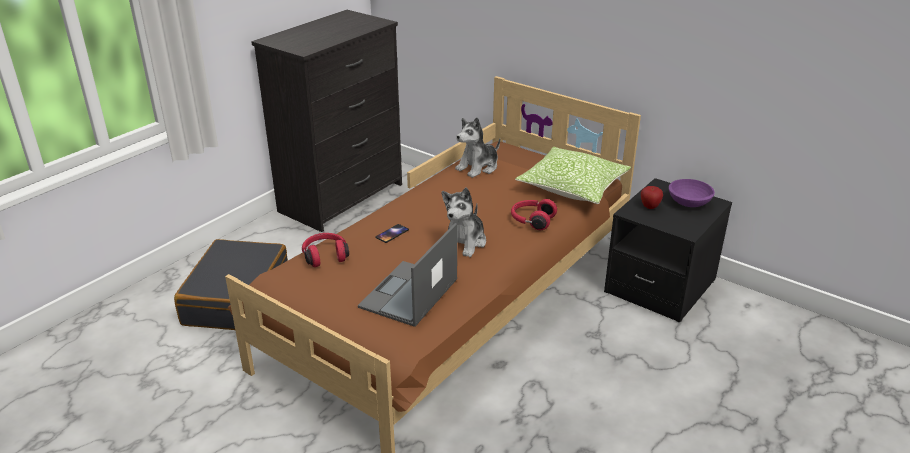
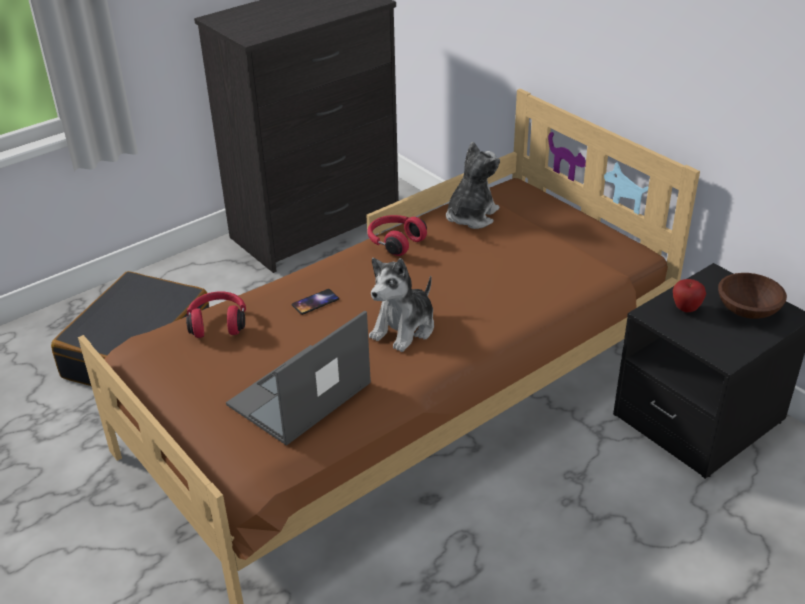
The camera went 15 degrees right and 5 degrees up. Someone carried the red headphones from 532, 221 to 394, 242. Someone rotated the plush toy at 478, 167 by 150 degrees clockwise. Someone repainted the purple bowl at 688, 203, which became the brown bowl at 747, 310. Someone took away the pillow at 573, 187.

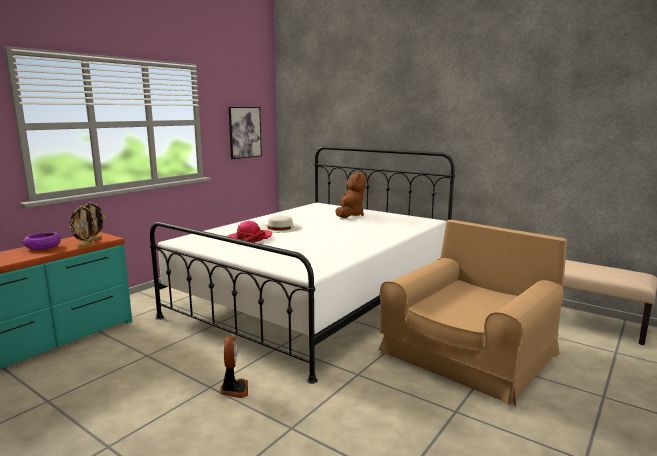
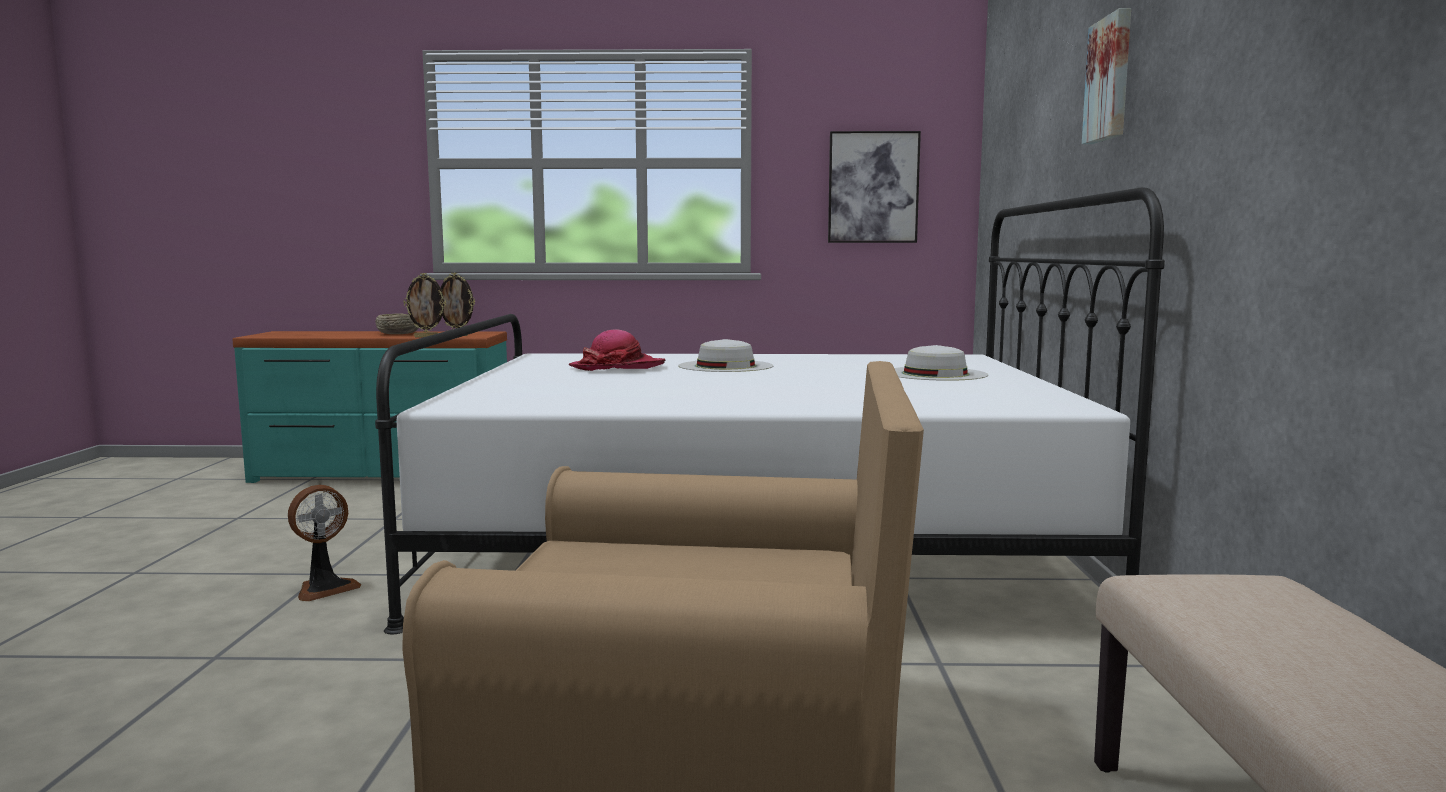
The camera went 55 degrees right and 5 degrees down. Someone repainted the purple bowl at 43, 248, which became the beige bowl at 398, 333. Someone swapped the brown plush toy at 350, 215 for the white hat at 935, 374. Someone put up the picture at 1111, 79.

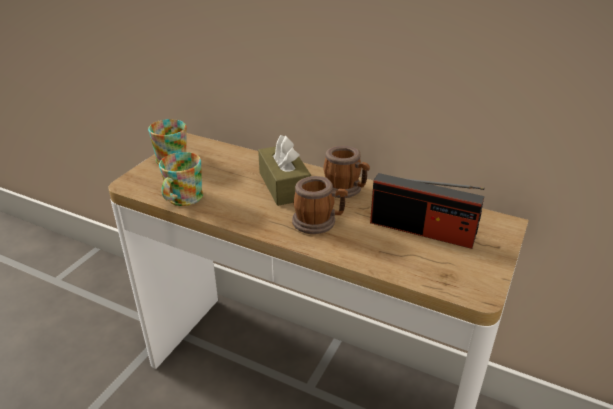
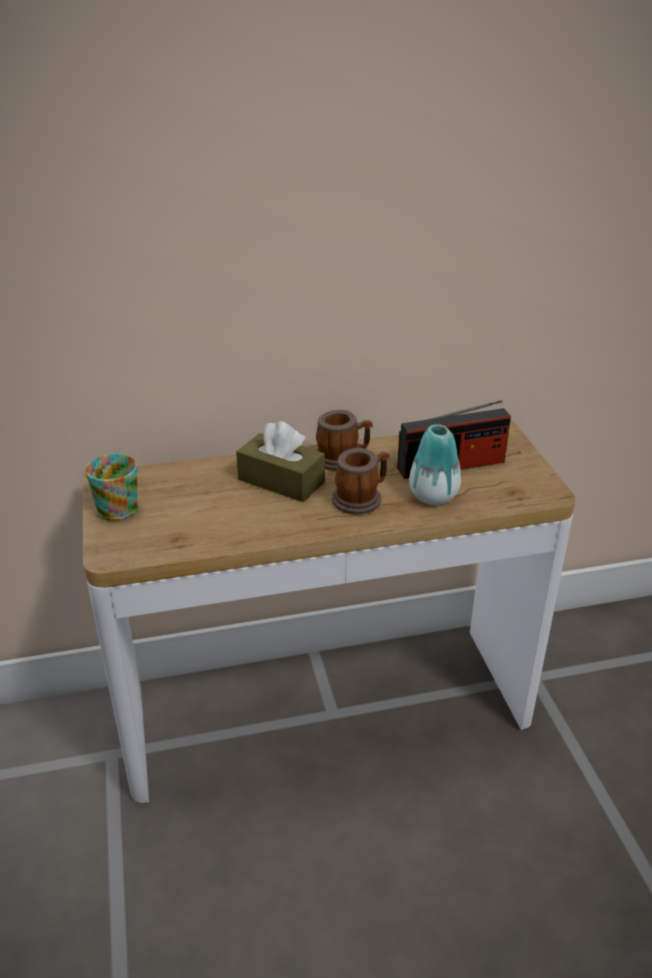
The camera went 40 degrees left and 0 degrees up. Someone put down the vase at 433, 496. Someone took away the mug at 182, 199.

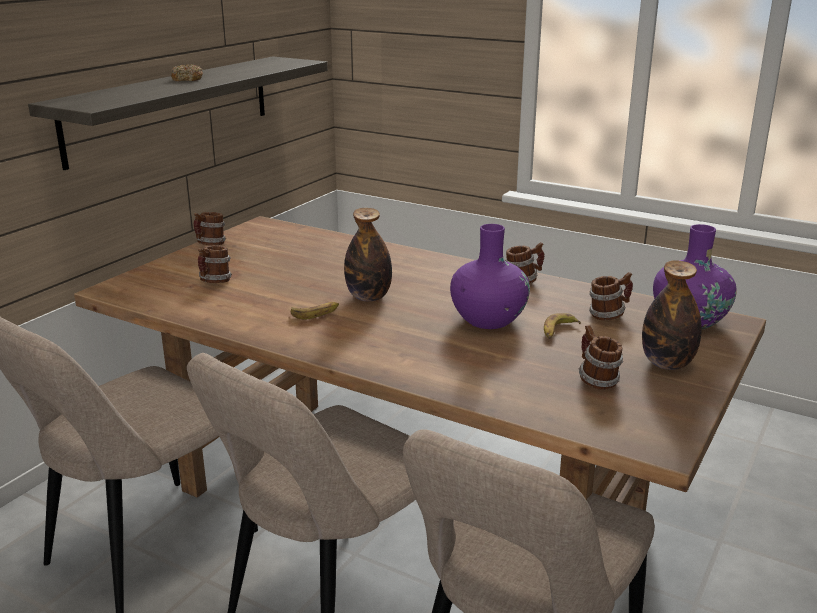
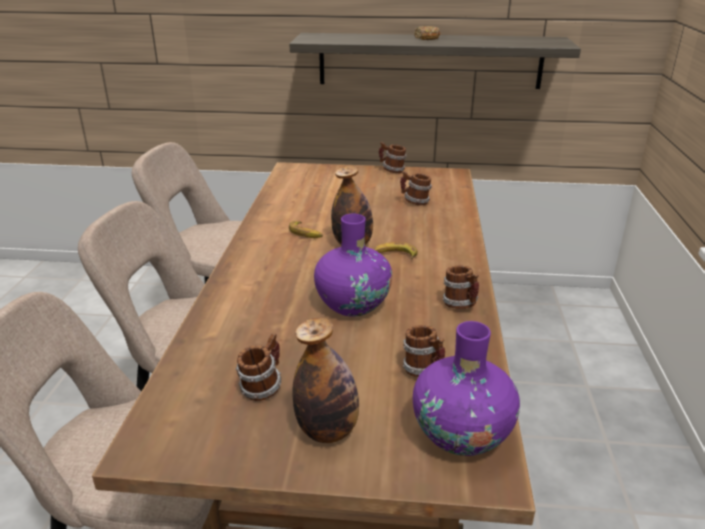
The camera went 65 degrees right and 5 degrees up. Someone carried the banana from 558, 331 to 395, 255. Someone carried the mug from 214, 282 to 415, 202.

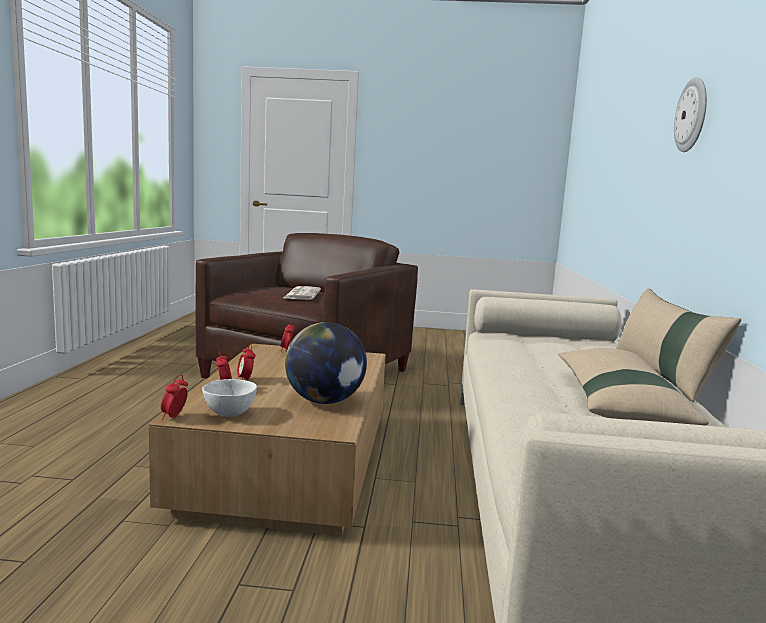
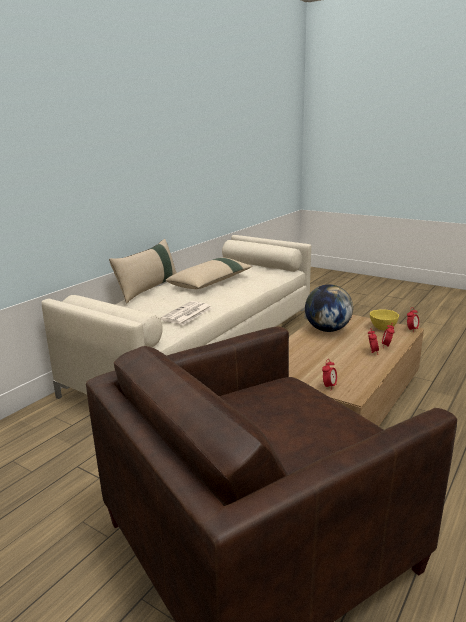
The camera went 150 degrees left and 10 degrees up. Someone carried the newspaper from 302, 294 to 186, 314. Someone repainted the white bowl at 229, 414, which became the yellow bowl at 383, 328. Someone took away the wall clock at 692, 115.

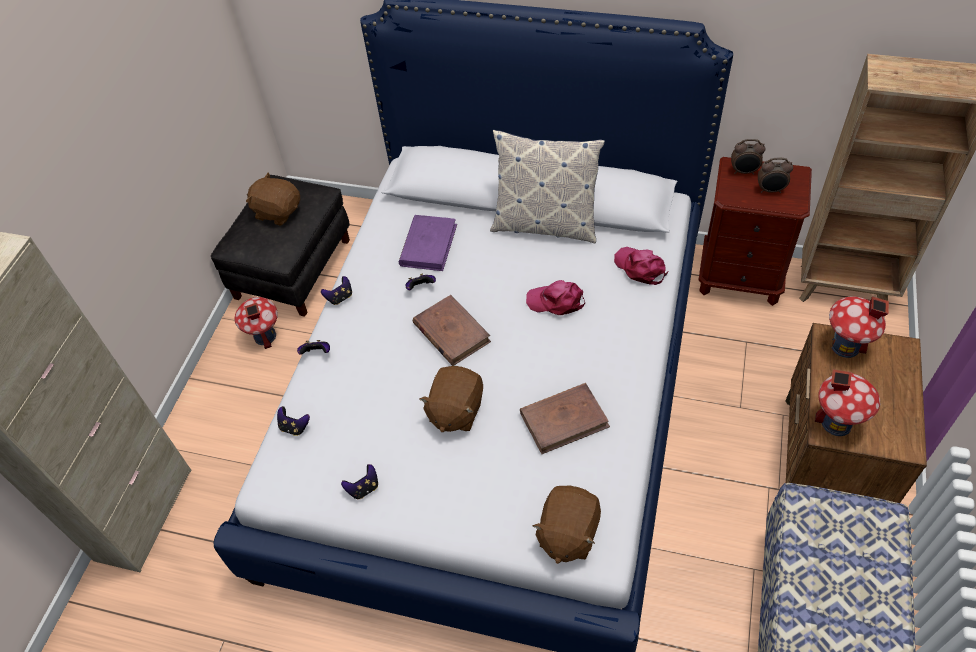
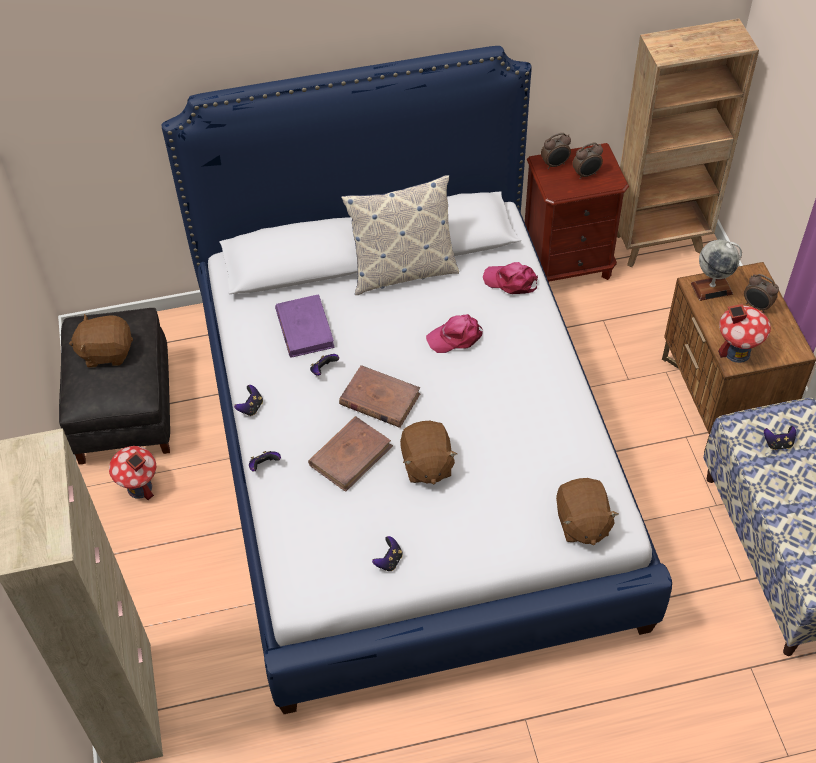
The camera went 30 degrees left and 0 degrees up. Someone carried the brown book from 564, 420 to 351, 455. Someone swapped the toy house at 845, 346 for the globe at 712, 288. Someone put down the alarm clock at 756, 306. Someone carried the game controller from 294, 427 to 778, 443.

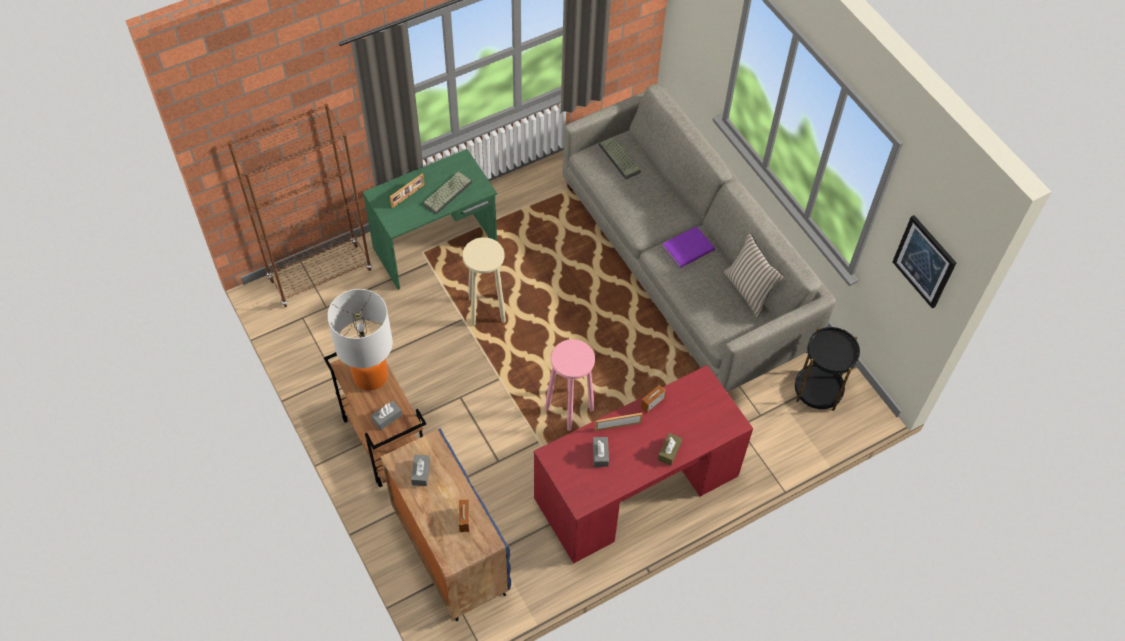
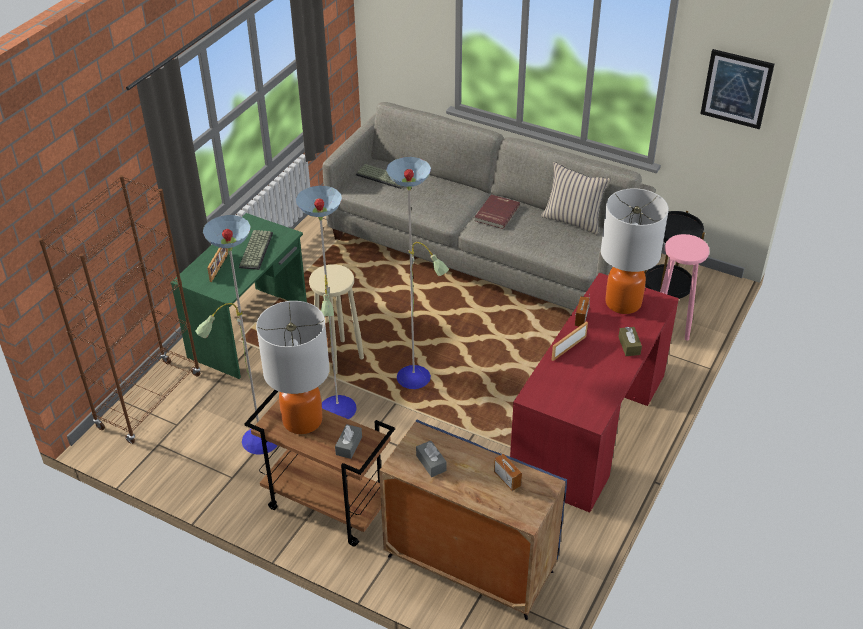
The camera went 30 degrees left and 15 degrees down. Someone put down the floor lamp at 339, 410. Someone repainted the purple book at 687, 248, which became the red book at 496, 213. Someone put down the table lamp at 623, 303. Someone carried the pink stool from 570, 409 to 672, 325. Someone took away the grey tissue box at 600, 454.

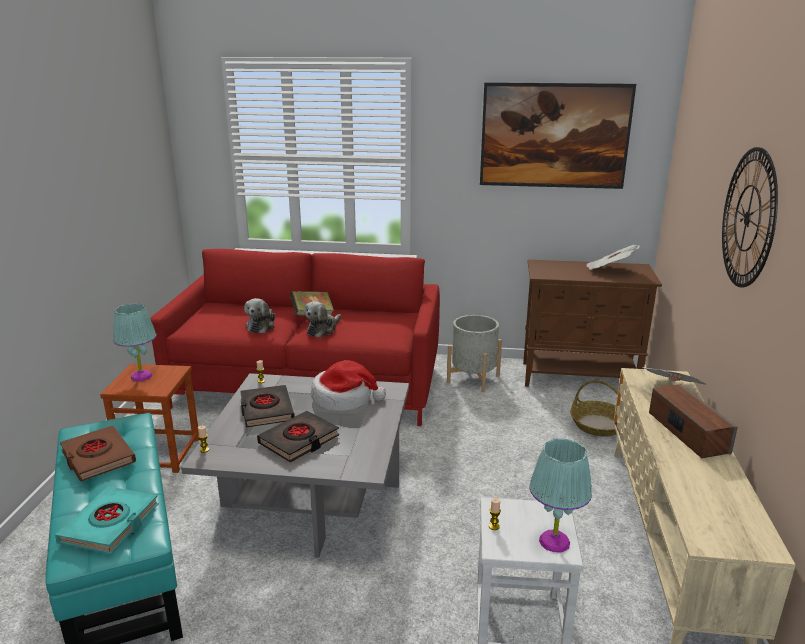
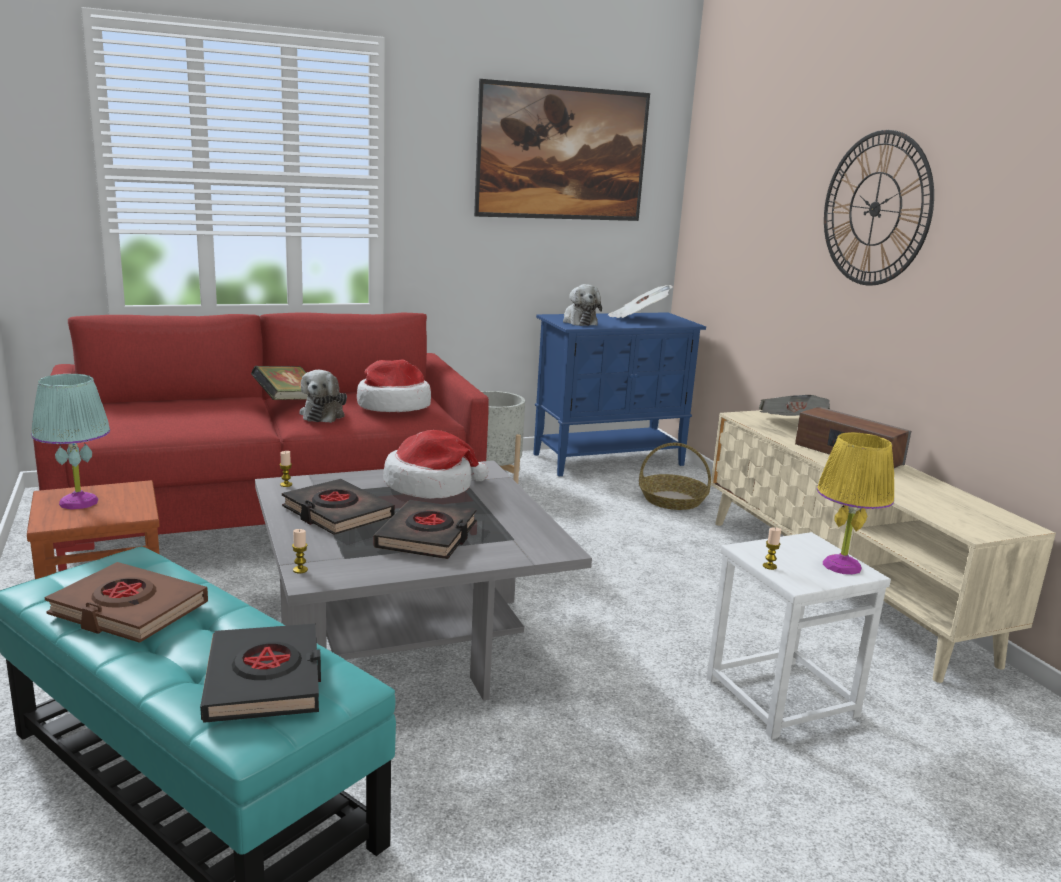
The camera went 30 degrees left and 5 degrees down. Someone repainted the turquoise book at 110, 524, which became the black book at 265, 680. Someone put down the hat at 393, 406. Someone repainted the brown cabinet at 580, 377, which became the blue cabinet at 609, 459. Someone carried the plush toy from 261, 326 to 579, 321. Someone repainted the turquoise table lamp at 554, 542, which became the yellow table lamp at 842, 566.

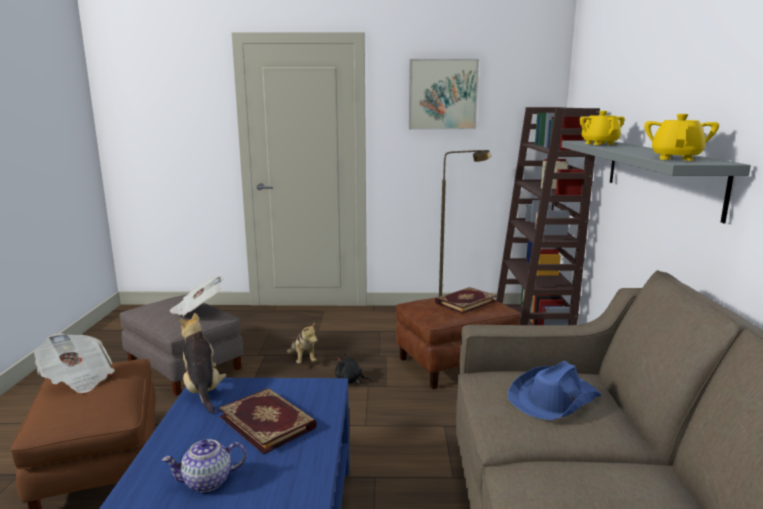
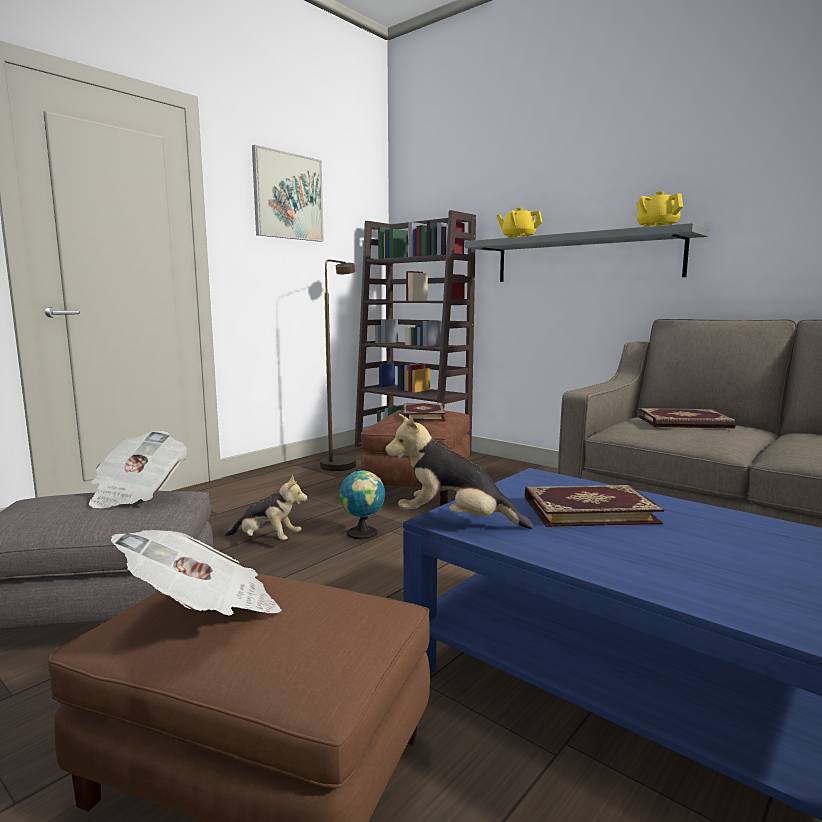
The camera went 50 degrees left and 5 degrees down. Someone swapped the black plush toy at 350, 380 for the globe at 363, 534. Someone swapped the blue hat at 553, 398 for the book at 684, 423. Someone took away the teapot at 208, 481.

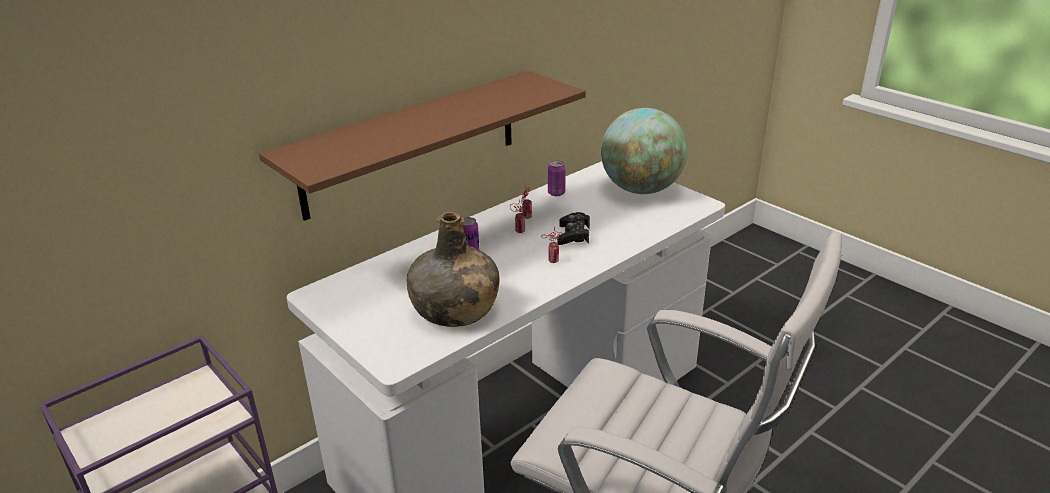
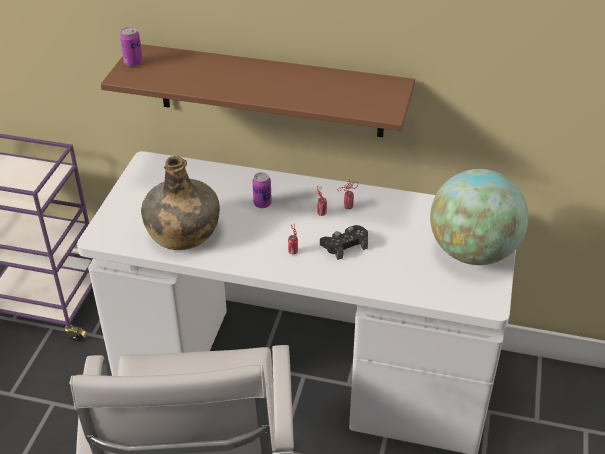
The camera went 55 degrees right and 10 degrees up. Someone carried the can from 556, 193 to 133, 62.

